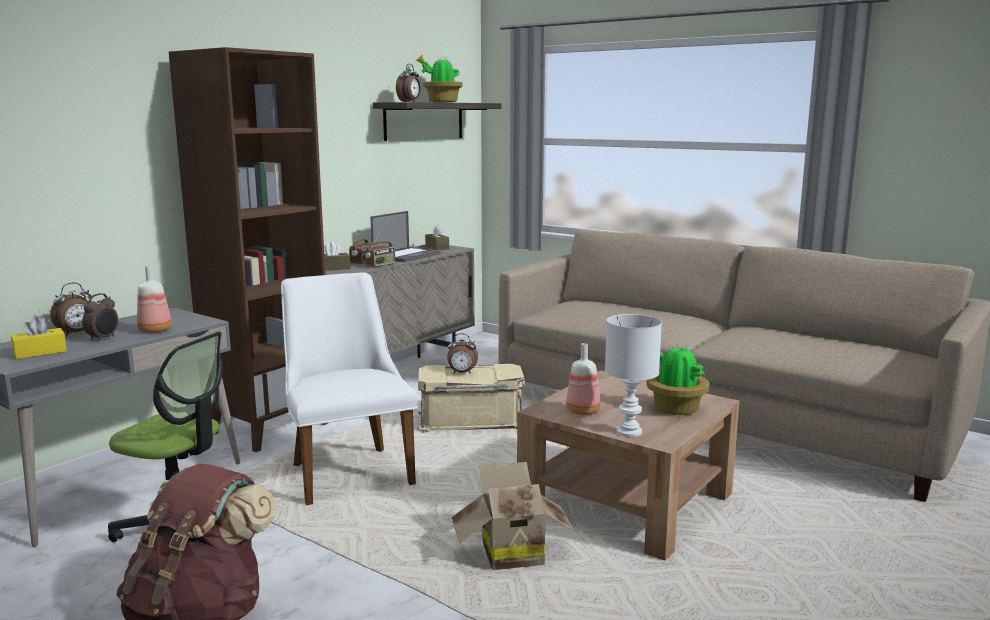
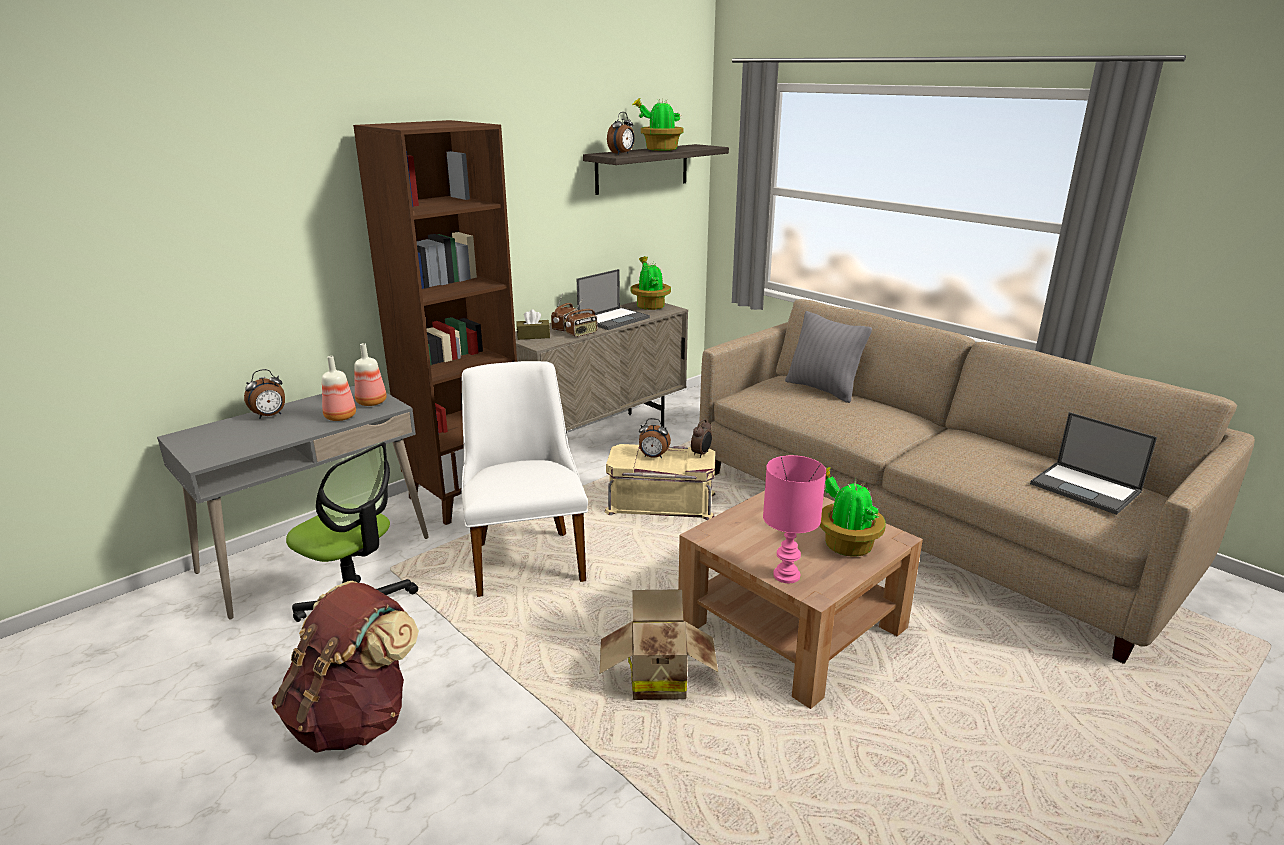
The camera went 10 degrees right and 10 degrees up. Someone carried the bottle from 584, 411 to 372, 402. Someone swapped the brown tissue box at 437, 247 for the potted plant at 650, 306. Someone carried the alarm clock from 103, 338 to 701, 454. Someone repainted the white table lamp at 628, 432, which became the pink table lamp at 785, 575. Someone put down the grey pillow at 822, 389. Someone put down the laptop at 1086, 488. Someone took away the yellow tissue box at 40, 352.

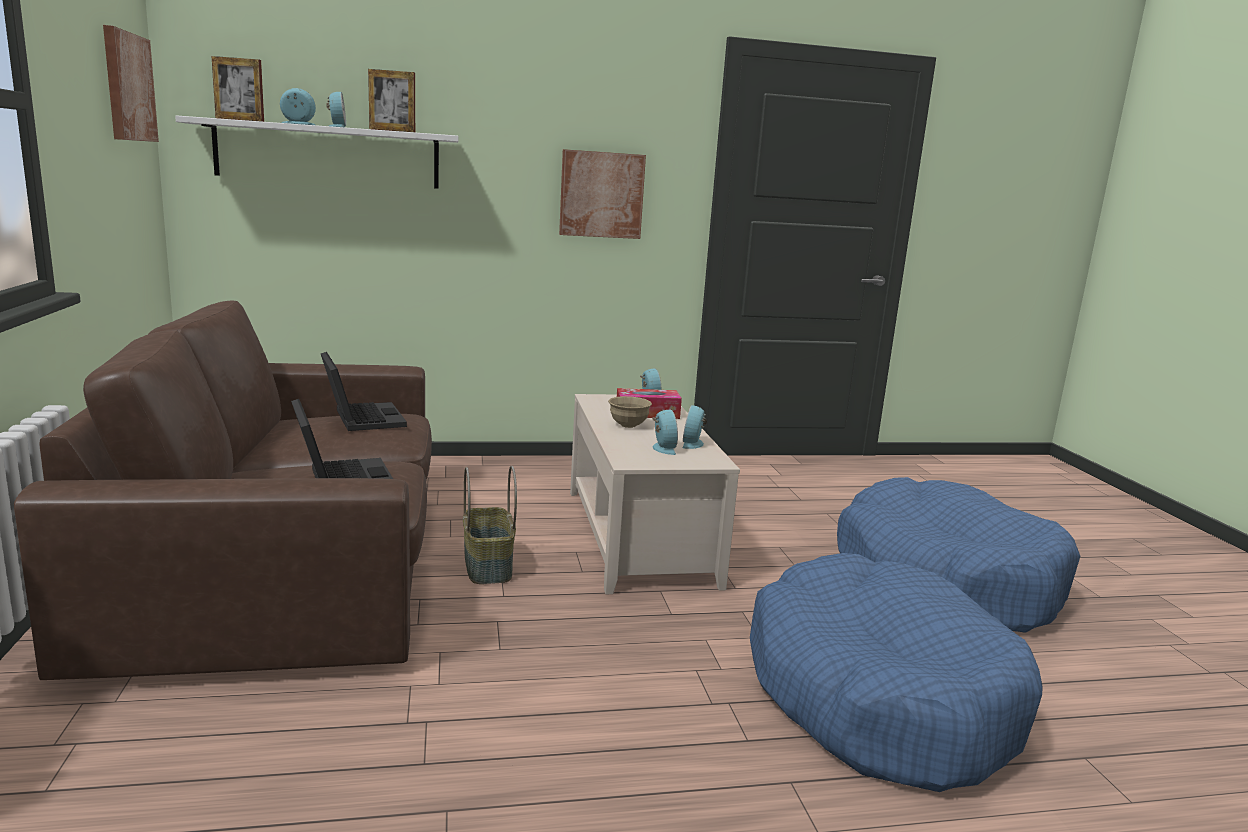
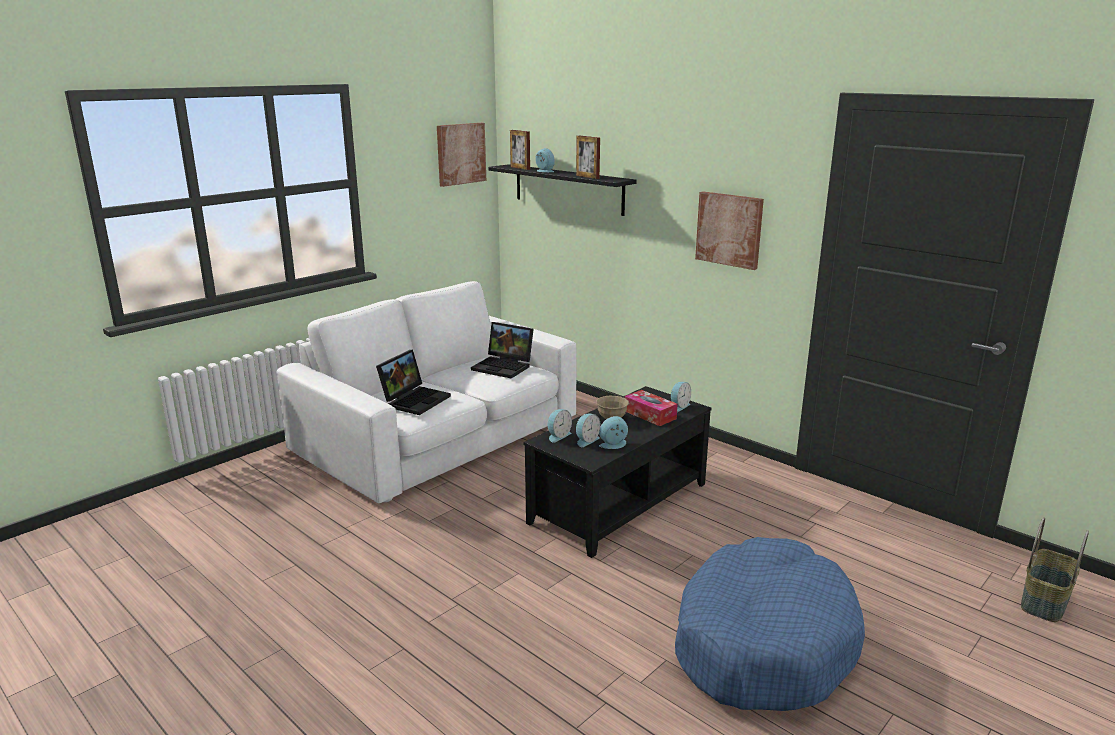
The camera went 55 degrees right and 5 degrees up. Someone repainted the brown sofa at 288, 559, which became the white sofa at 440, 437. Someone rotated the laptop at 361, 418 by 90 degrees clockwise. Someone repainted the white shelf at 328, 155, which became the black shelf at 568, 189. Someone repainted the beige coffee table at 638, 535, which became the black coffee table at 619, 503. Someone carried the alarm clock from 336, 127 to 558, 436. Someone carried the basket from 486, 566 to 1043, 600. Someone took away the blue dog bed at 878, 695.

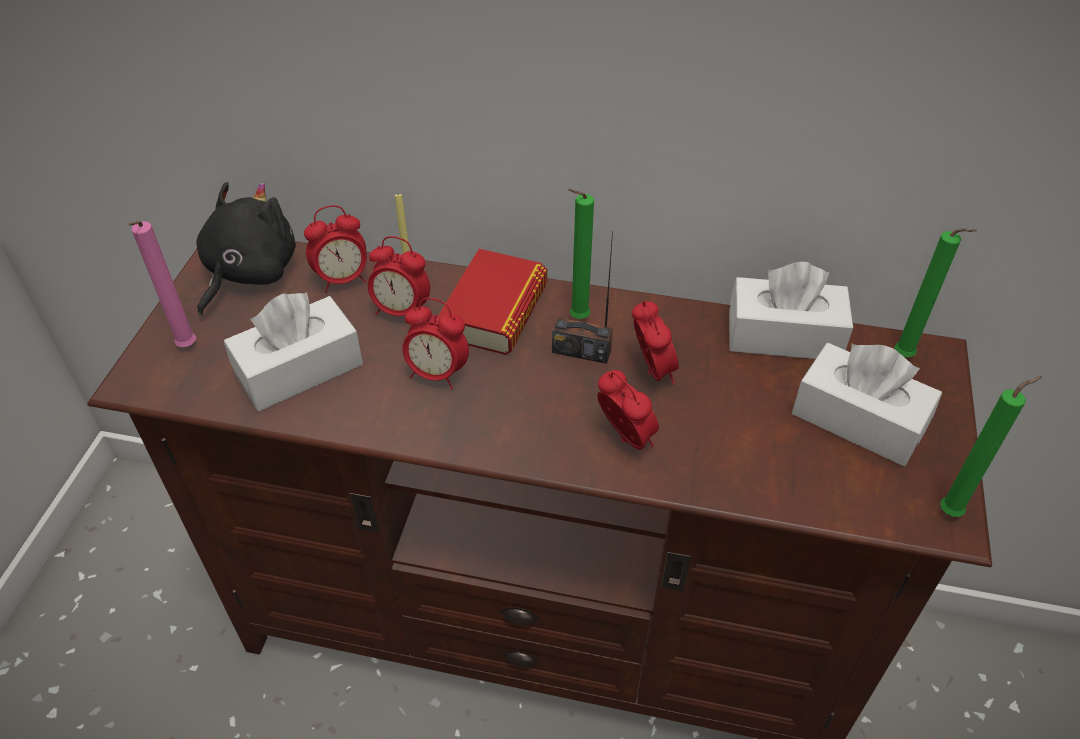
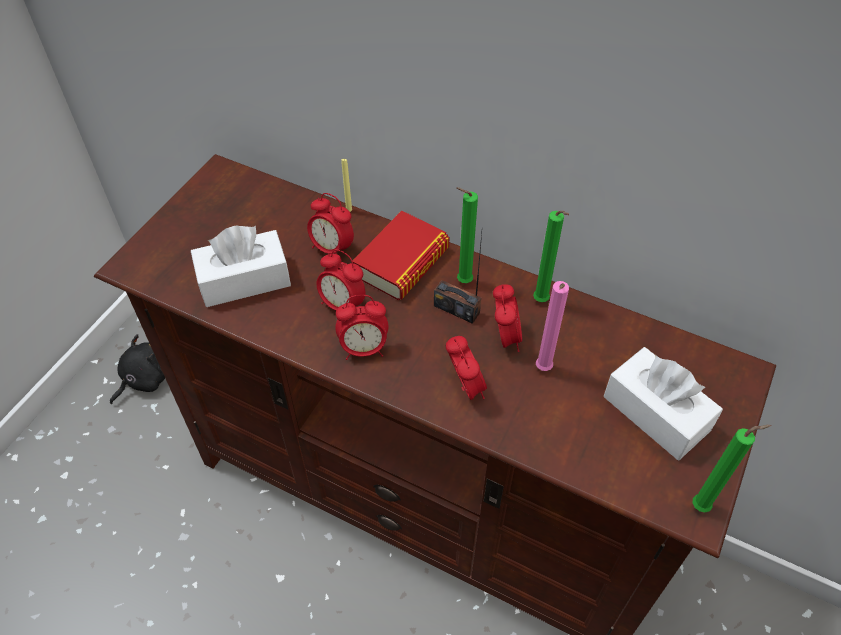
The camera went 15 degrees right and 5 degrees up. Someone carried the black plush toy from 248, 273 to 144, 378. Someone carried the alarm clock from 343, 280 to 364, 349. Someone carried the green candle from 906, 358 to 542, 302. Someone carried the pink candle from 186, 348 to 542, 370. Someone took away the white tissue box at 784, 336.

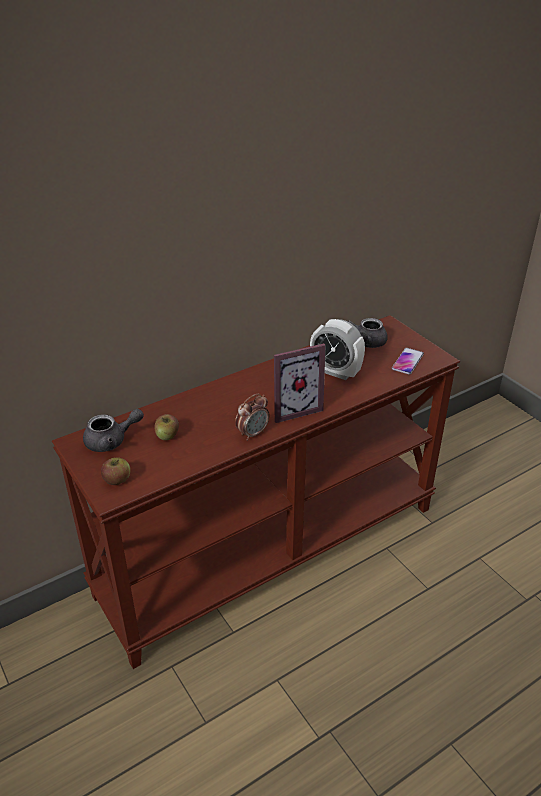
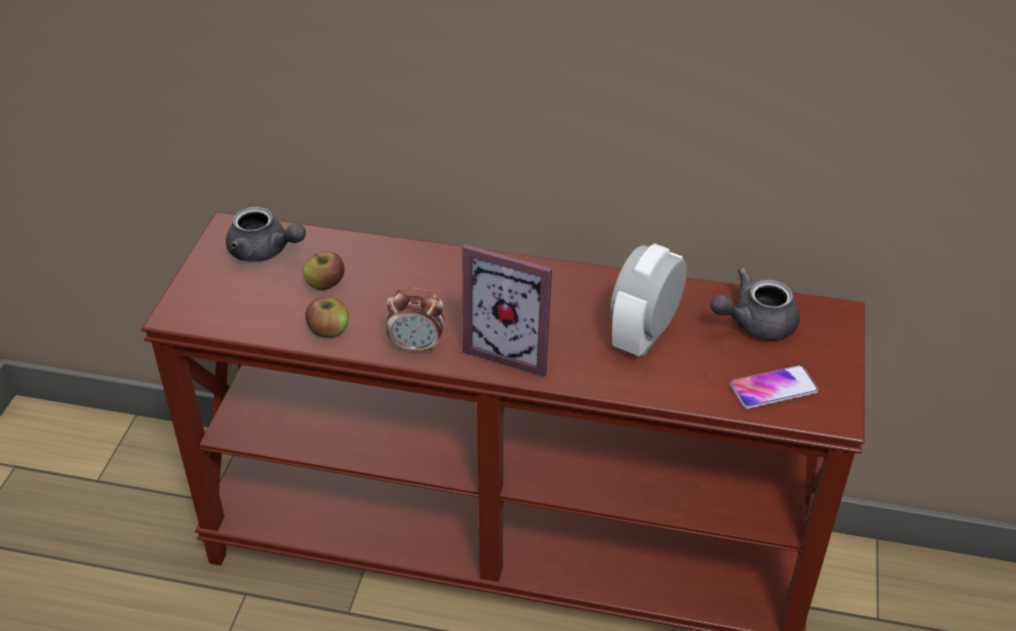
The camera went 45 degrees right and 5 degrees up. Someone carried the apple from 117, 479 to 329, 330. Someone rotated the alarm clock at 335, 371 by 45 degrees clockwise.

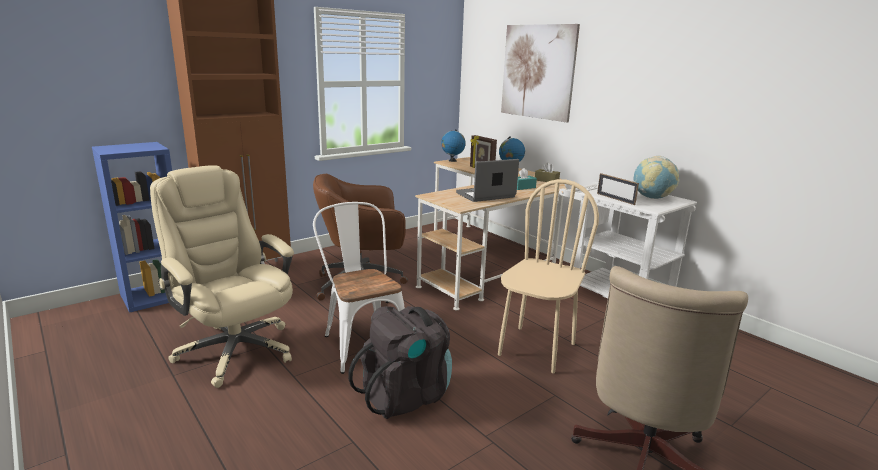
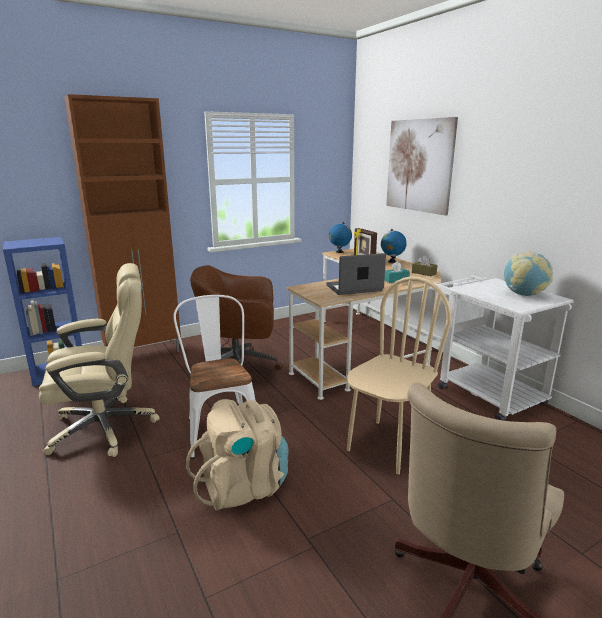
The camera went 10 degrees right and 0 degrees up. Someone rotated the beige office chair at 235, 350 by 105 degrees clockwise. Someone repainted the black backpack at 406, 395, which became the beige backpack at 243, 486. Someone took away the picture frame at 615, 199.

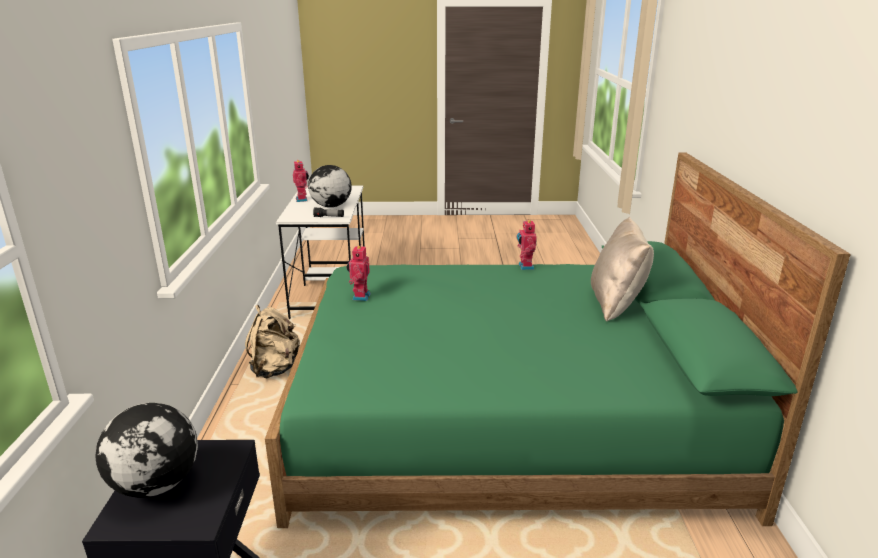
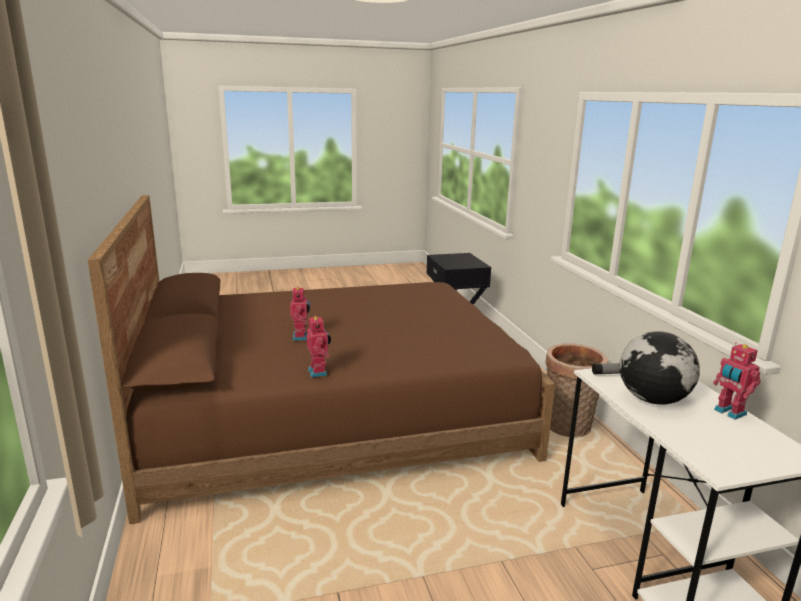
The camera went 165 degrees right and 5 degrees down. Someone repainted the green bed at 508, 417, which became the brown bed at 330, 413. Someone carried the toy robot from 360, 296 to 301, 337. Someone swapped the beige backpack at 275, 369 for the basket at 567, 428. Someone took away the globe at 157, 484. Someone took away the beige pillow at 616, 303.

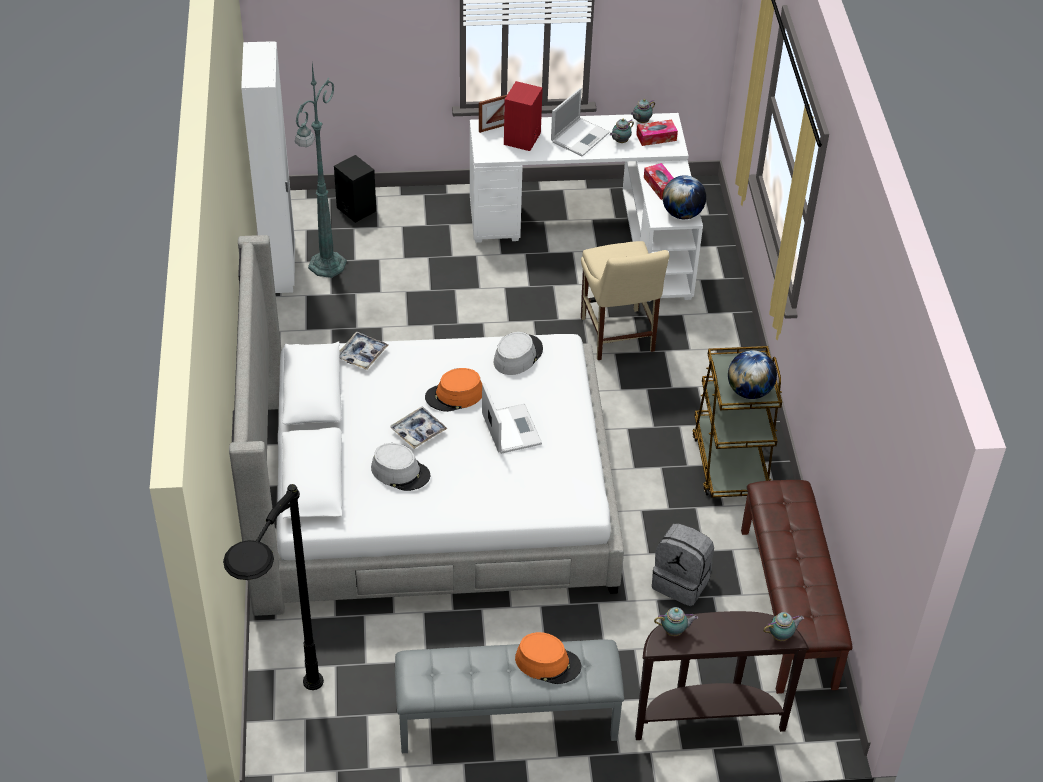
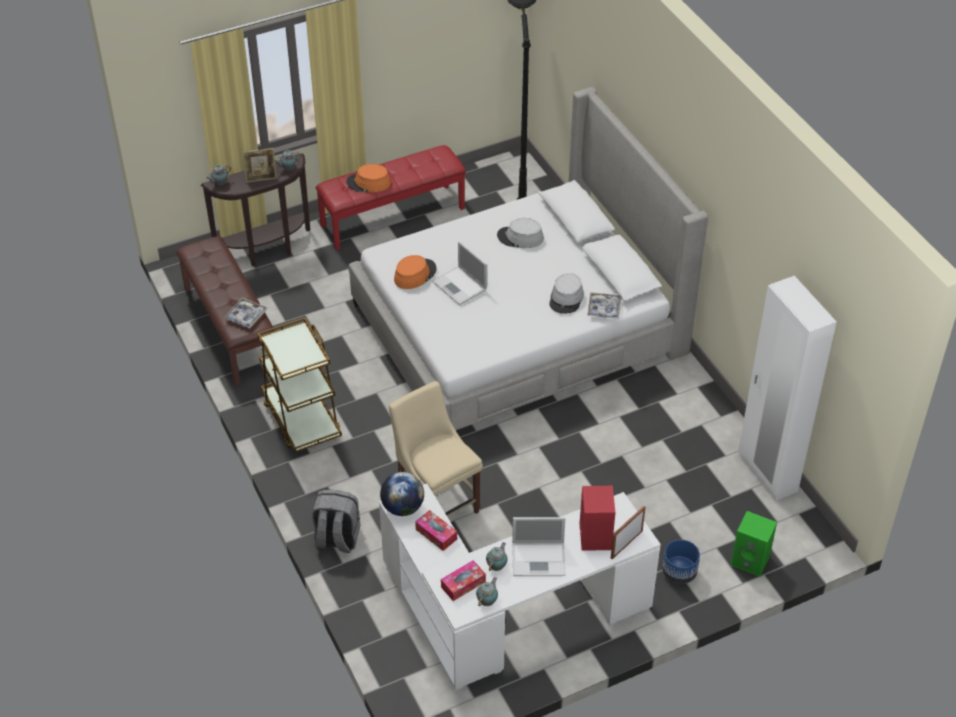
The camera went 160 degrees right and 0 degrees up. Someone carried the tray from 418, 431 to 246, 316. Someone put down the picture frame at 261, 179. Someone carried the grey backpack from 682, 582 to 336, 539. Someone repainted the grey bench at 507, 720, which became the red bench at 392, 216. Someone carried the orange hat from 454, 395 to 415, 274. Someone rotated the laptop at 580, 136 by 105 degrees counterclockwise. Someone carried the grey hat from 517, 355 to 566, 298. Someone put down the blue planter at 679, 572. Someone repainted the black speaker at 355, 209, which became the green speaker at 751, 560. Someone took away the green floor lamp at 326, 266. Someone took away the globe at 749, 391.

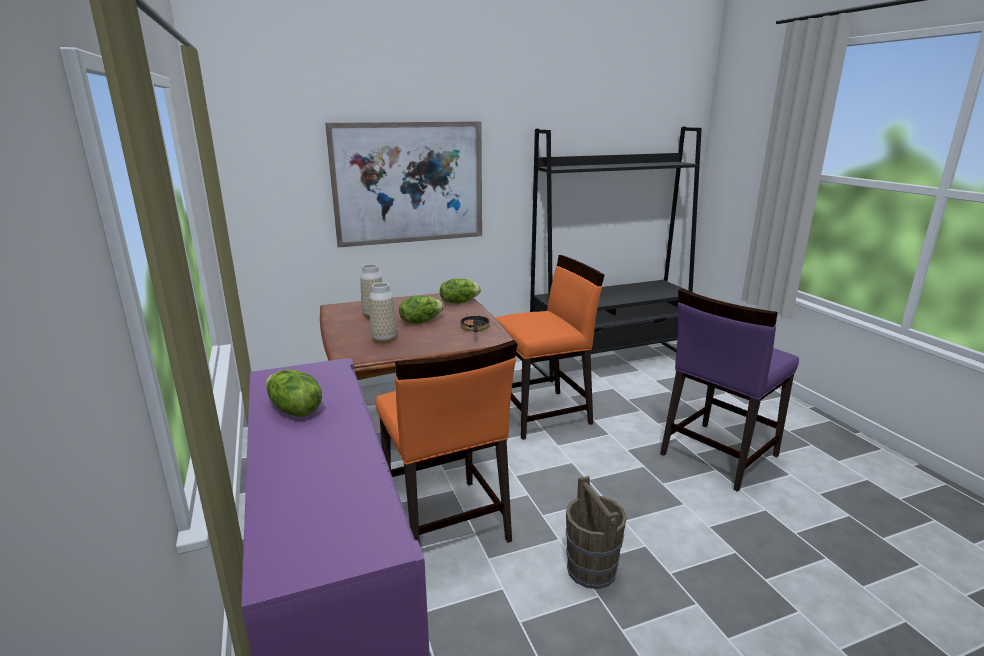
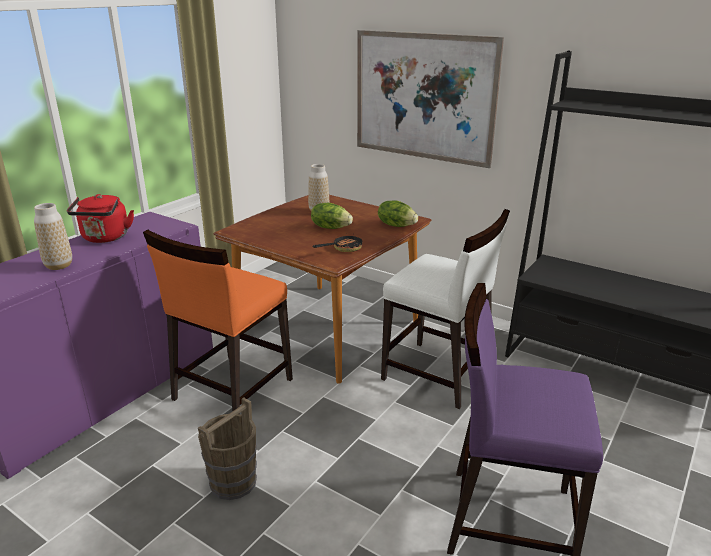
The camera went 55 degrees right and 5 degrees up. Someone carried the vase from 384, 340 to 59, 265. Someone swapped the lettuce at 294, 410 for the red kettle at 105, 238. Someone repainted the orange chair at 543, 414, which became the white chair at 438, 374.

